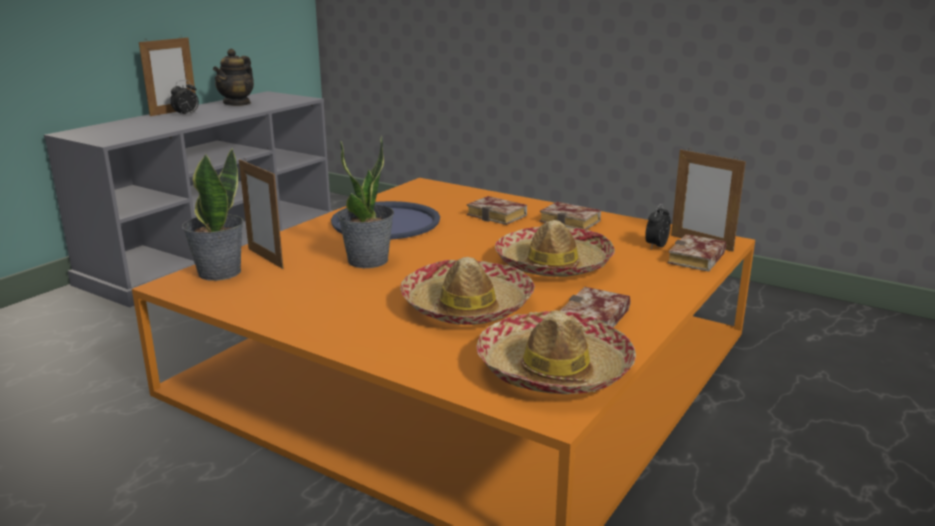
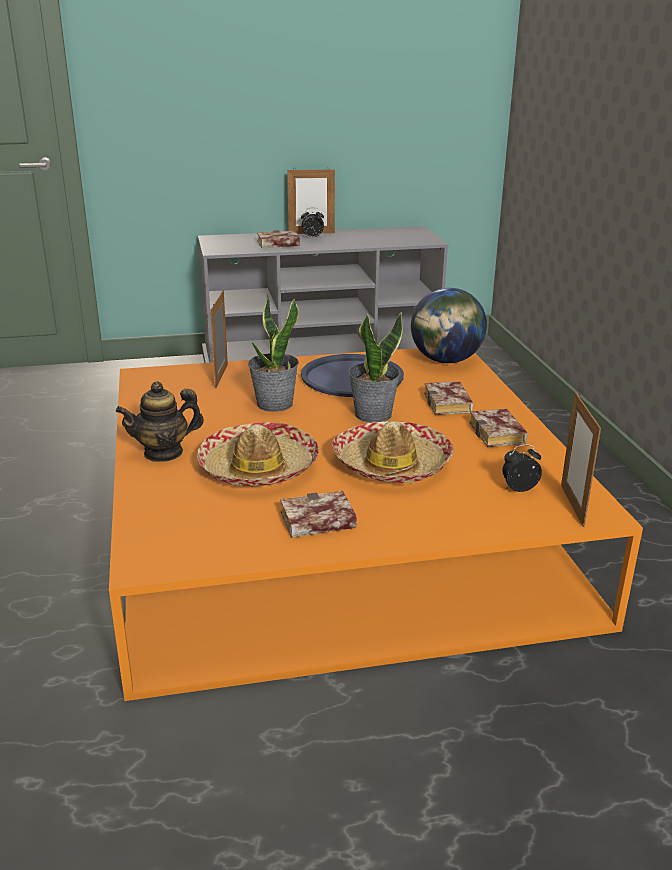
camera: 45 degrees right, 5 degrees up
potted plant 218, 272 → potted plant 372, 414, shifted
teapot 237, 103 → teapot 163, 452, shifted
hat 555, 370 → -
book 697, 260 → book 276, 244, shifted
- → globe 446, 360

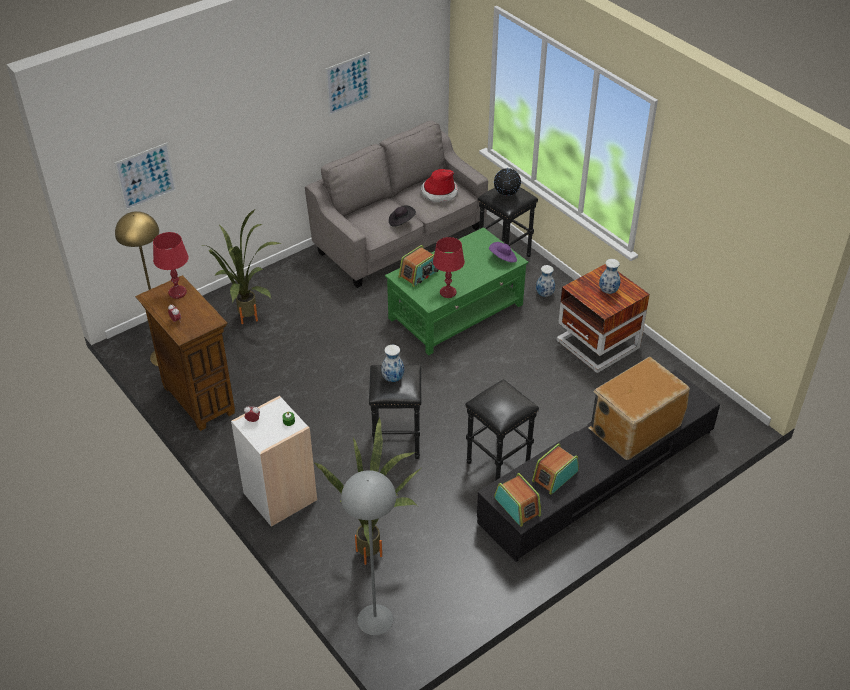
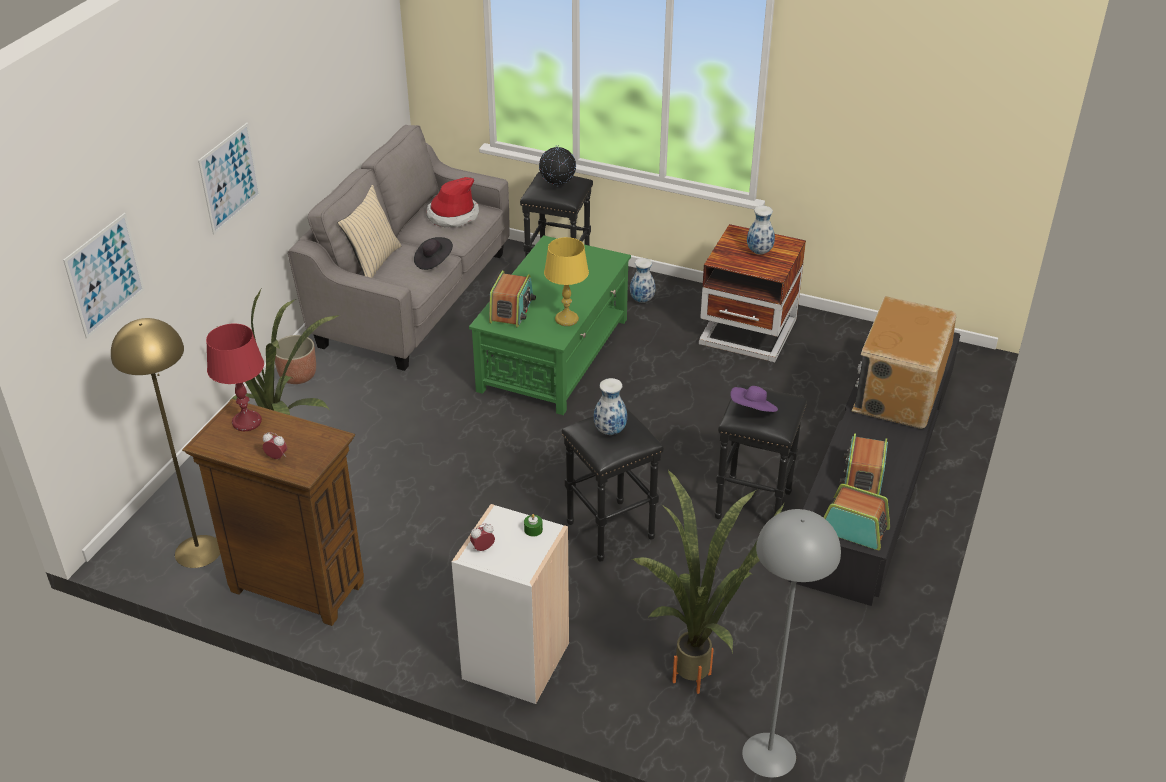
camera: 30 degrees left, 5 degrees down
picture 349, 84 → picture 229, 178, shifted
red table lamp 448, 293 → yellow table lamp 566, 319
purple hat 503, 258 → purple hat 753, 411, shifted
- → planter 298, 375
- → beige pillow 373, 263

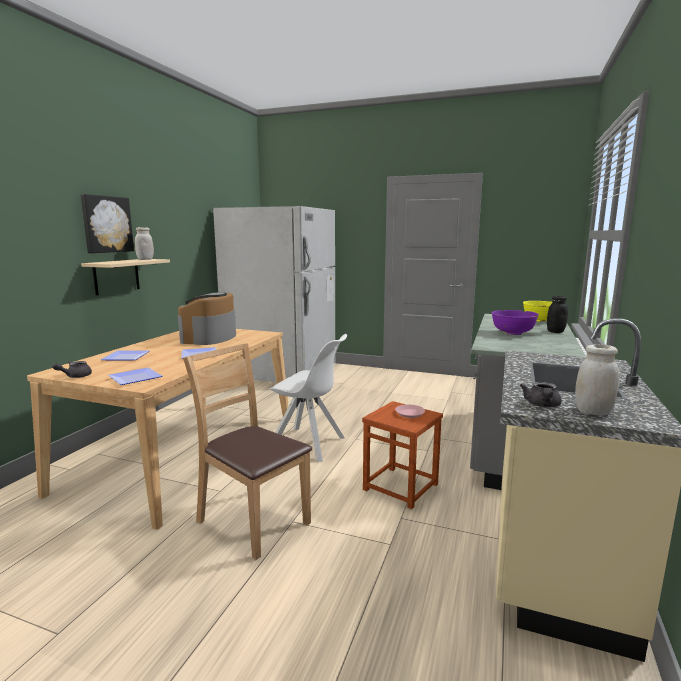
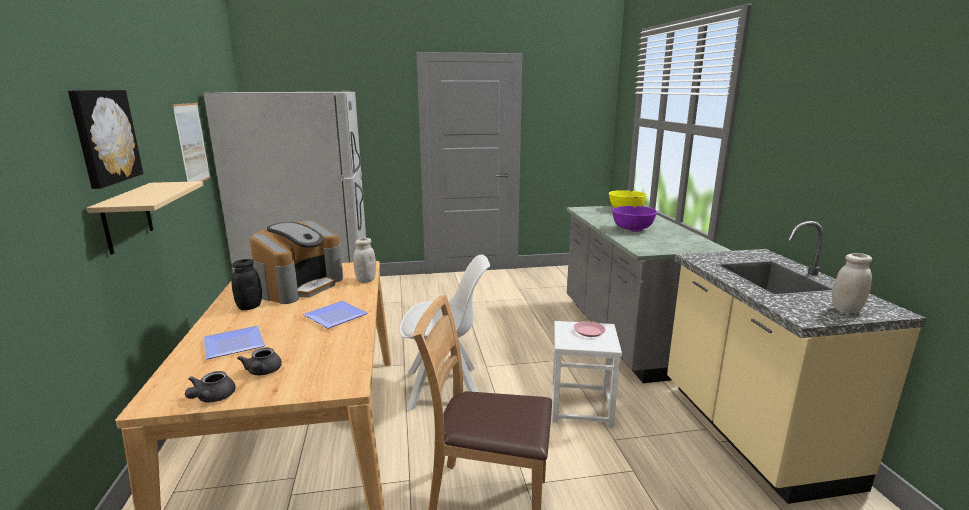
camera: 30 degrees left, 5 degrees up
plate 137, 378 → -
white jar 145, 259 → white jar 366, 280, shifted
coffee machine 210, 337 → coffee machine 300, 286, 135 degrees counterclockwise
brown stool 401, 487 → white stool 581, 406
grey teapot 542, 405 → grey teapot 263, 372, shifted
black jar 555, 332 → black jar 249, 307, shifted
- → picture 192, 144

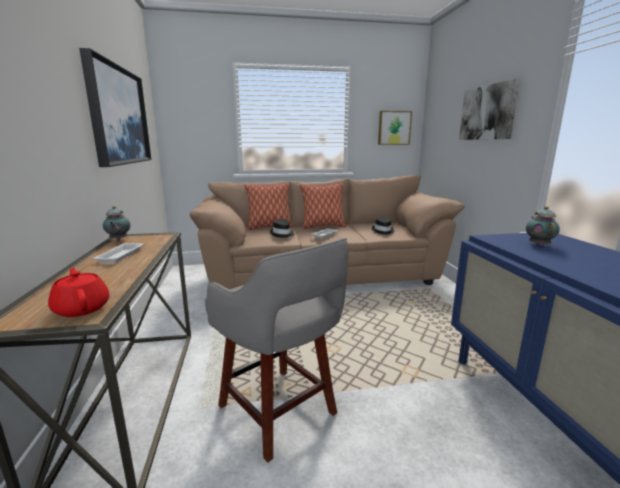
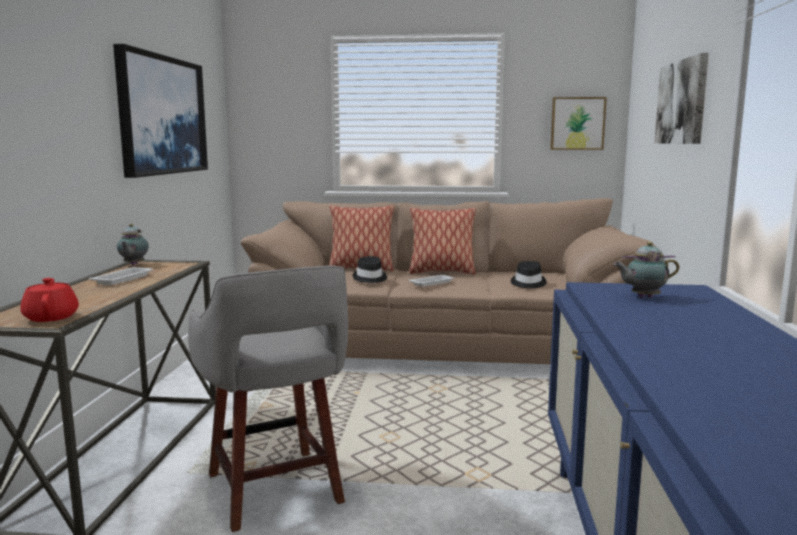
camera: 15 degrees right, 5 degrees down
teapot 538, 244 → teapot 643, 297, 120 degrees counterclockwise

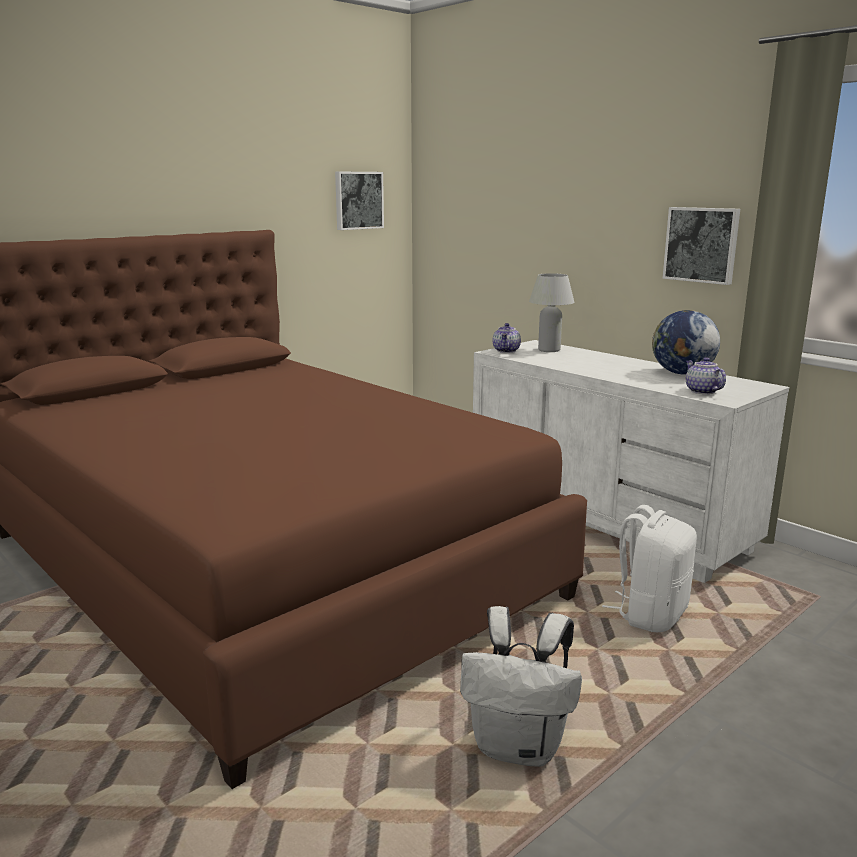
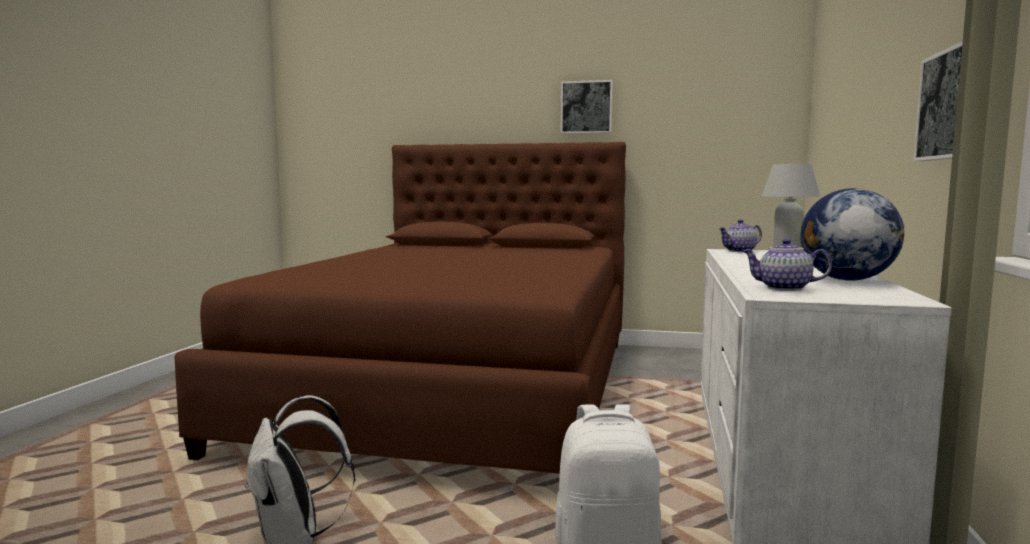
camera: 55 degrees right, 10 degrees down
picture 358, 200 → picture 586, 107, shifted
teapot 701, 391 → teapot 784, 288, 105 degrees counterclockwise

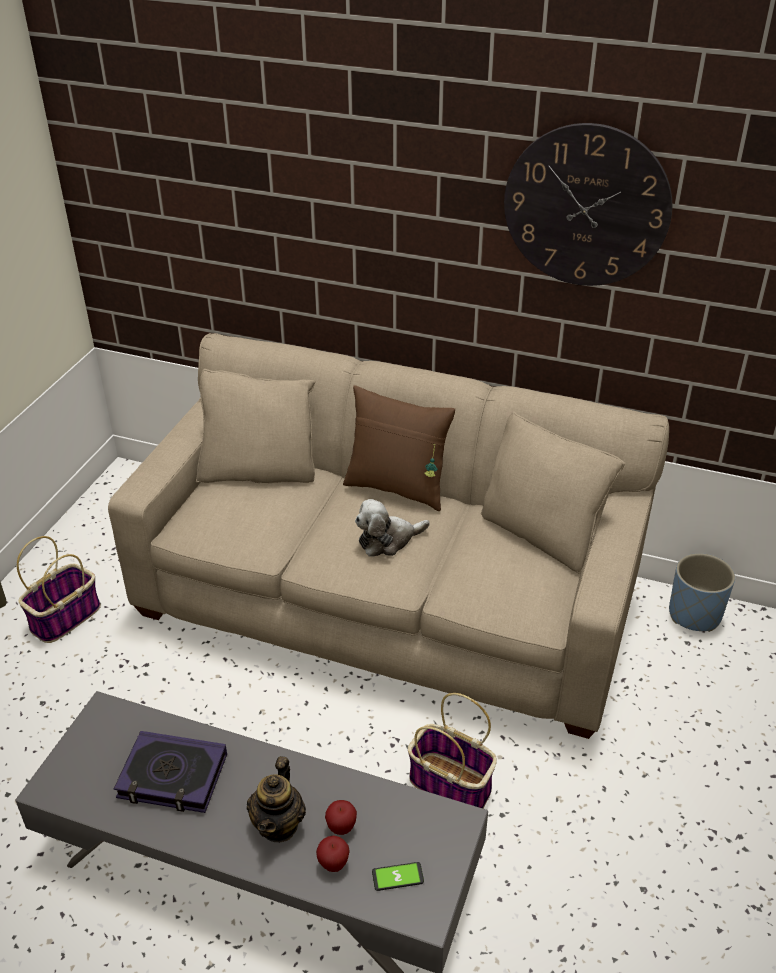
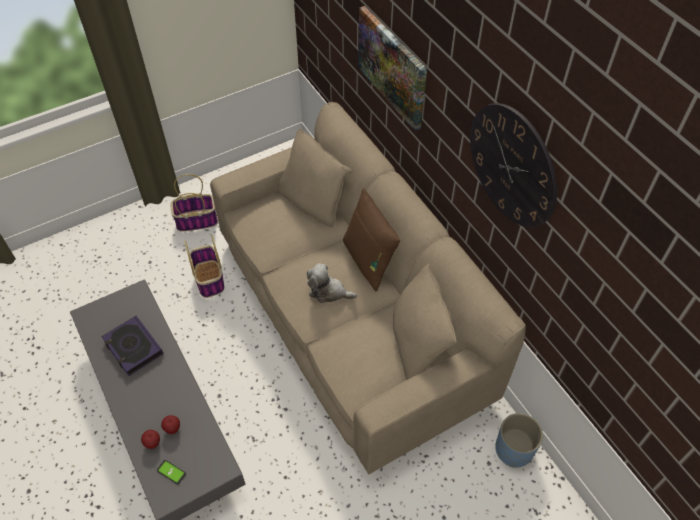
camera: 40 degrees right, 15 degrees up
teapot 279, 825 → -
basket 452, 784 → basket 209, 279, shifted
- → picture 392, 67

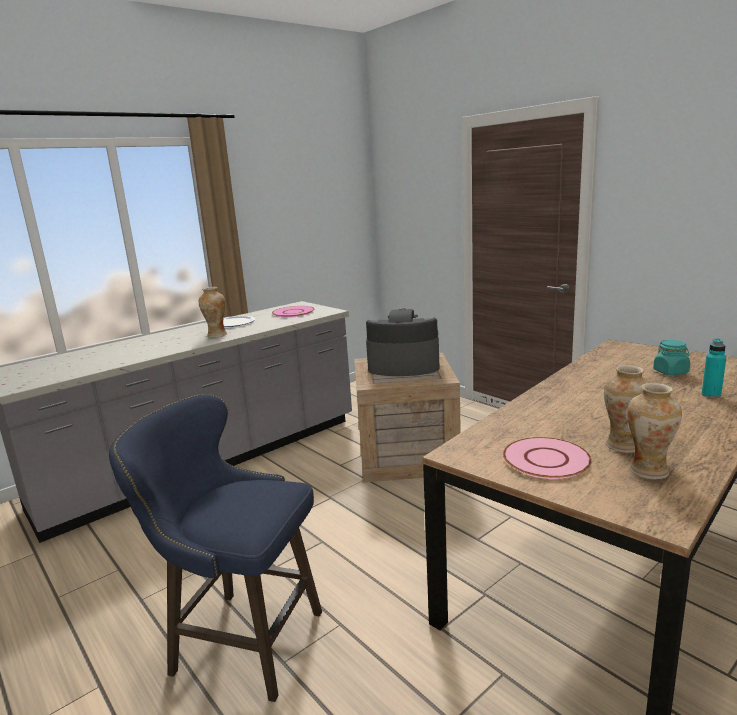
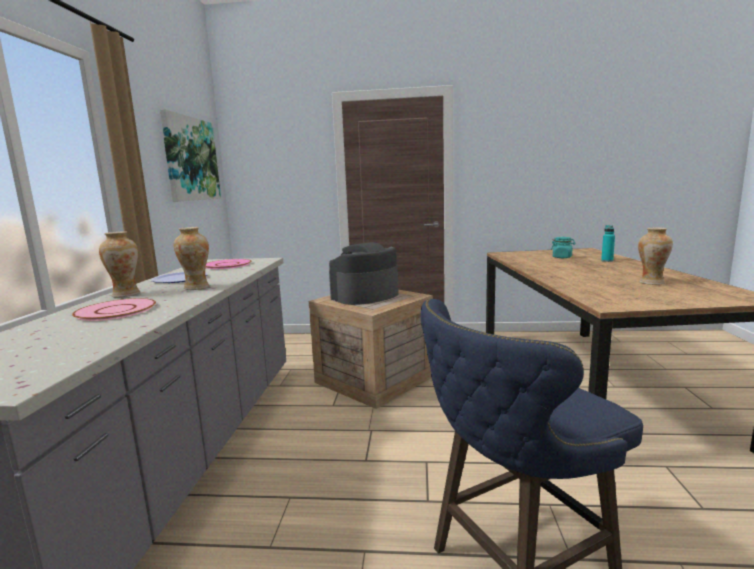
camera: 45 degrees left, 5 degrees down
pink plate 546, 459 → pink plate 116, 310, shifted
vase 648, 471 → vase 126, 294, shifted
- → picture 191, 159

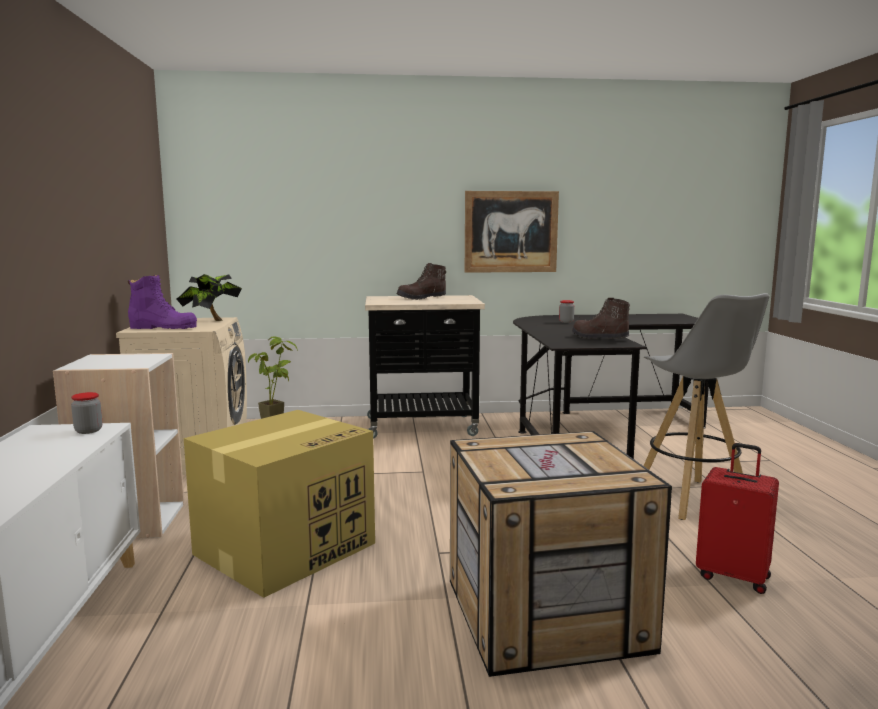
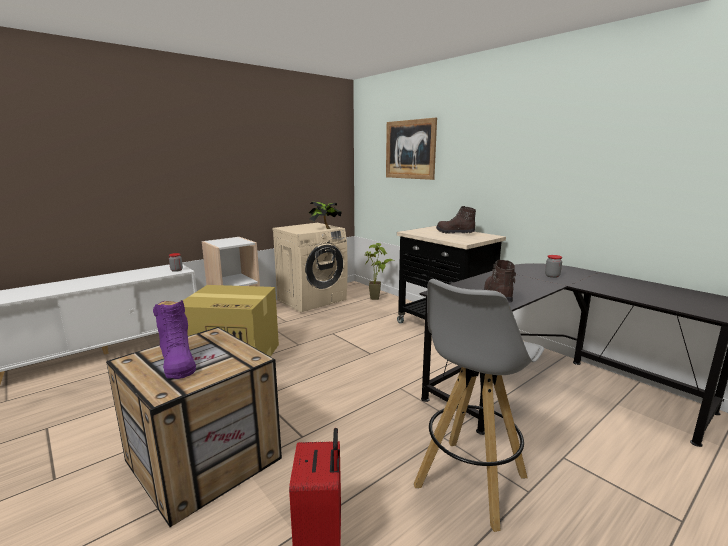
camera: 55 degrees right, 5 degrees up
purple boot 163, 327 → purple boot 177, 362, shifted
picture 511, 232 → picture 410, 149, shifted

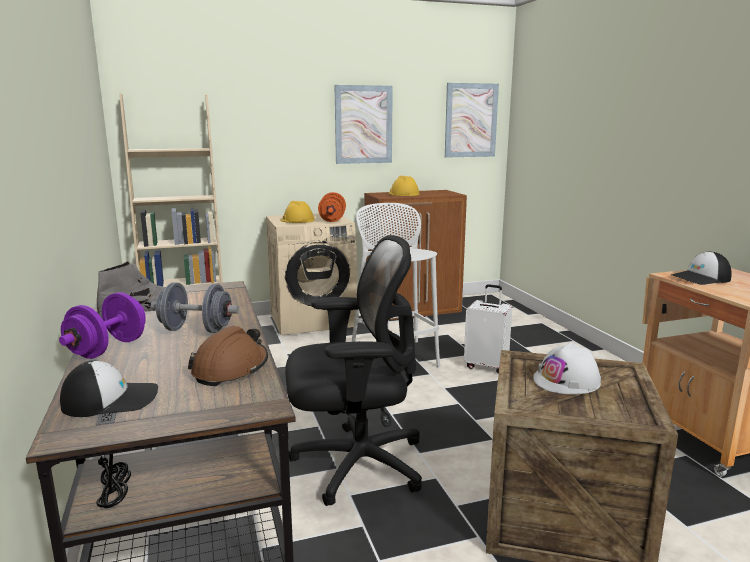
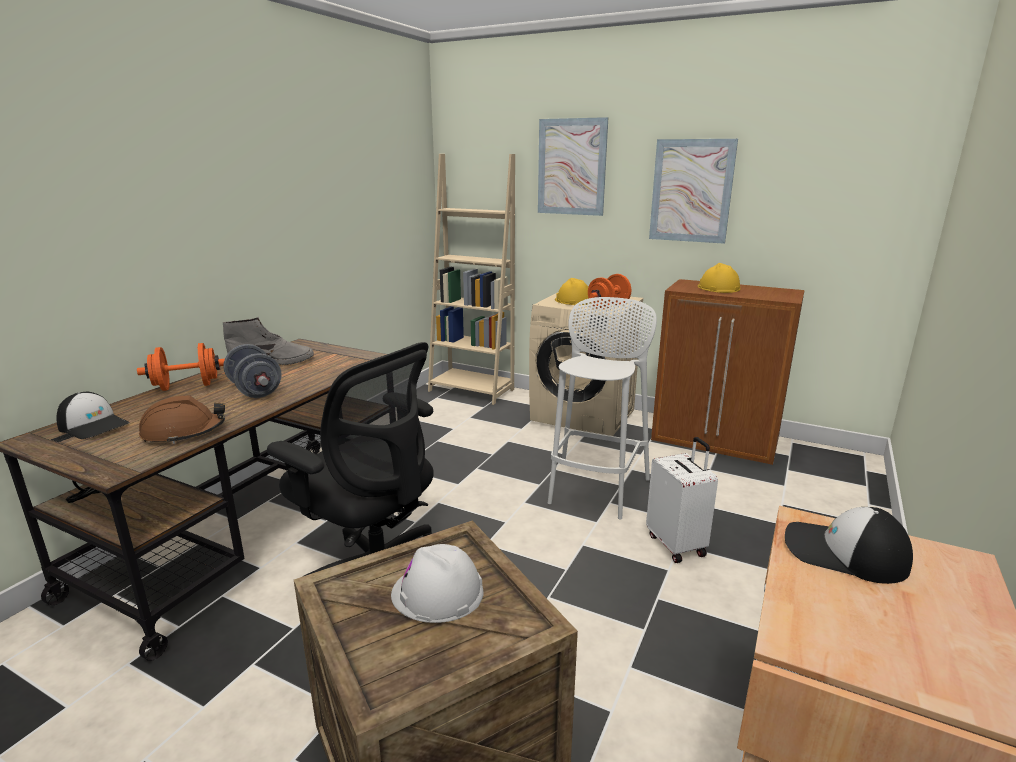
camera: 45 degrees right, 5 degrees up
purple dumbbell 108, 349 → orange dumbbell 187, 386
picture 471, 120 → picture 571, 167, shifted

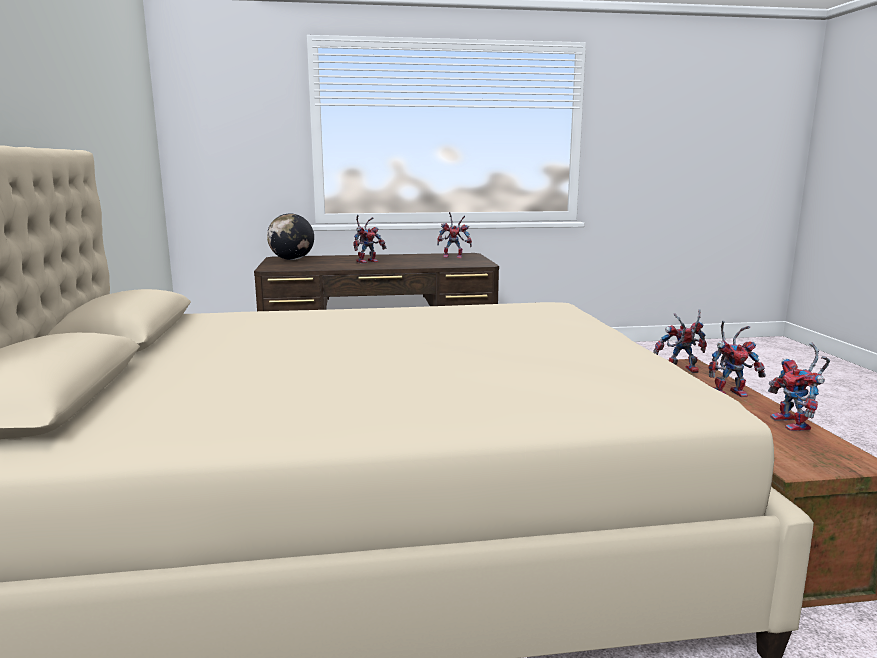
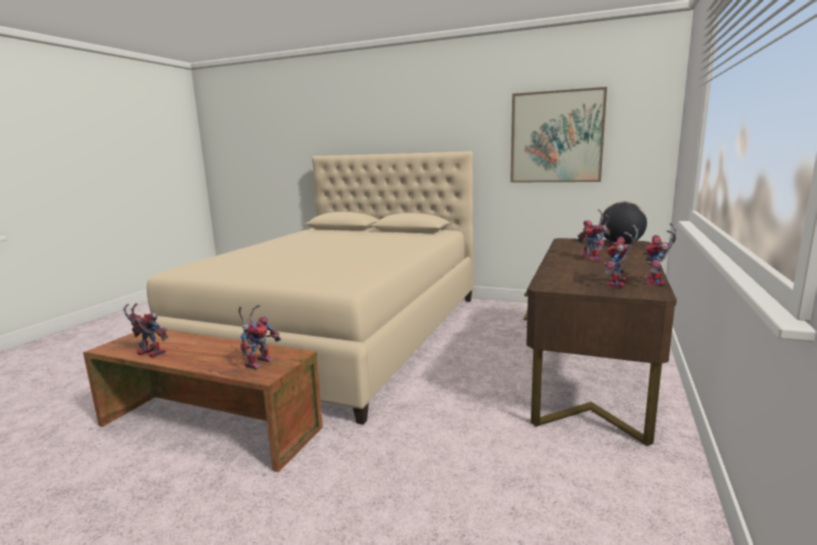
camera: 120 degrees right, 0 degrees up
toy robot 730, 393 → toy robot 656, 282, shifted
- → picture 556, 137

